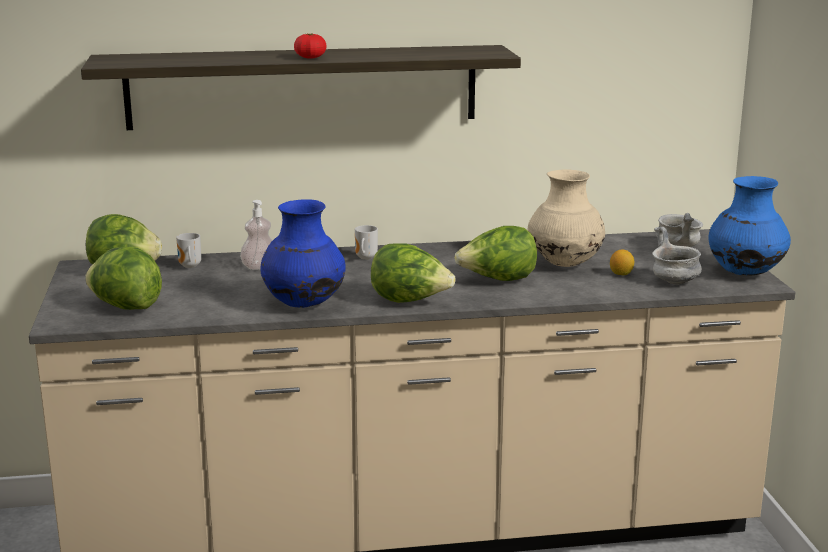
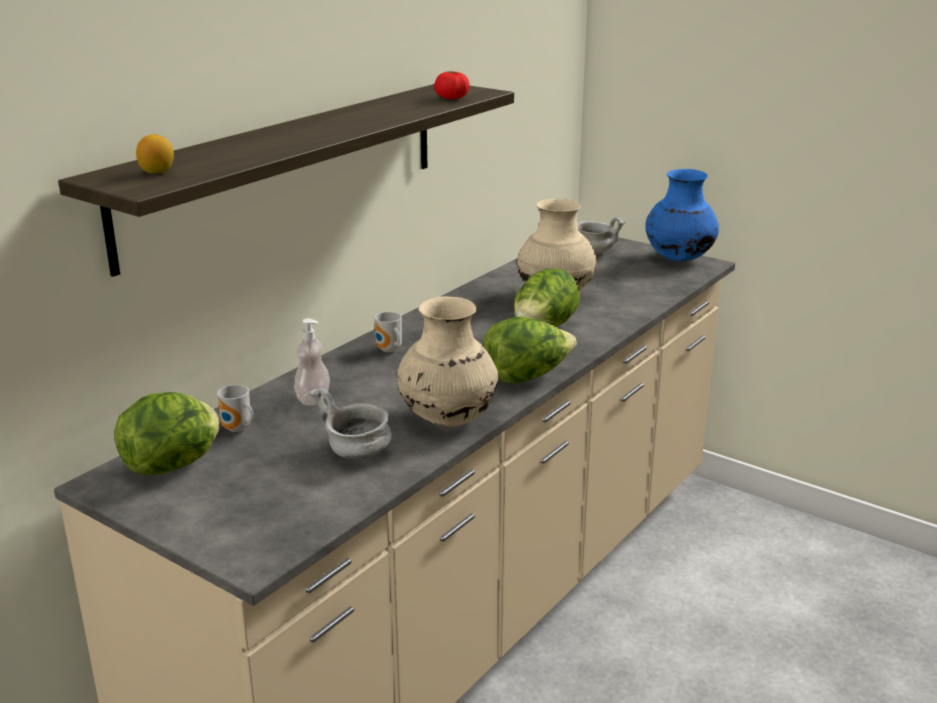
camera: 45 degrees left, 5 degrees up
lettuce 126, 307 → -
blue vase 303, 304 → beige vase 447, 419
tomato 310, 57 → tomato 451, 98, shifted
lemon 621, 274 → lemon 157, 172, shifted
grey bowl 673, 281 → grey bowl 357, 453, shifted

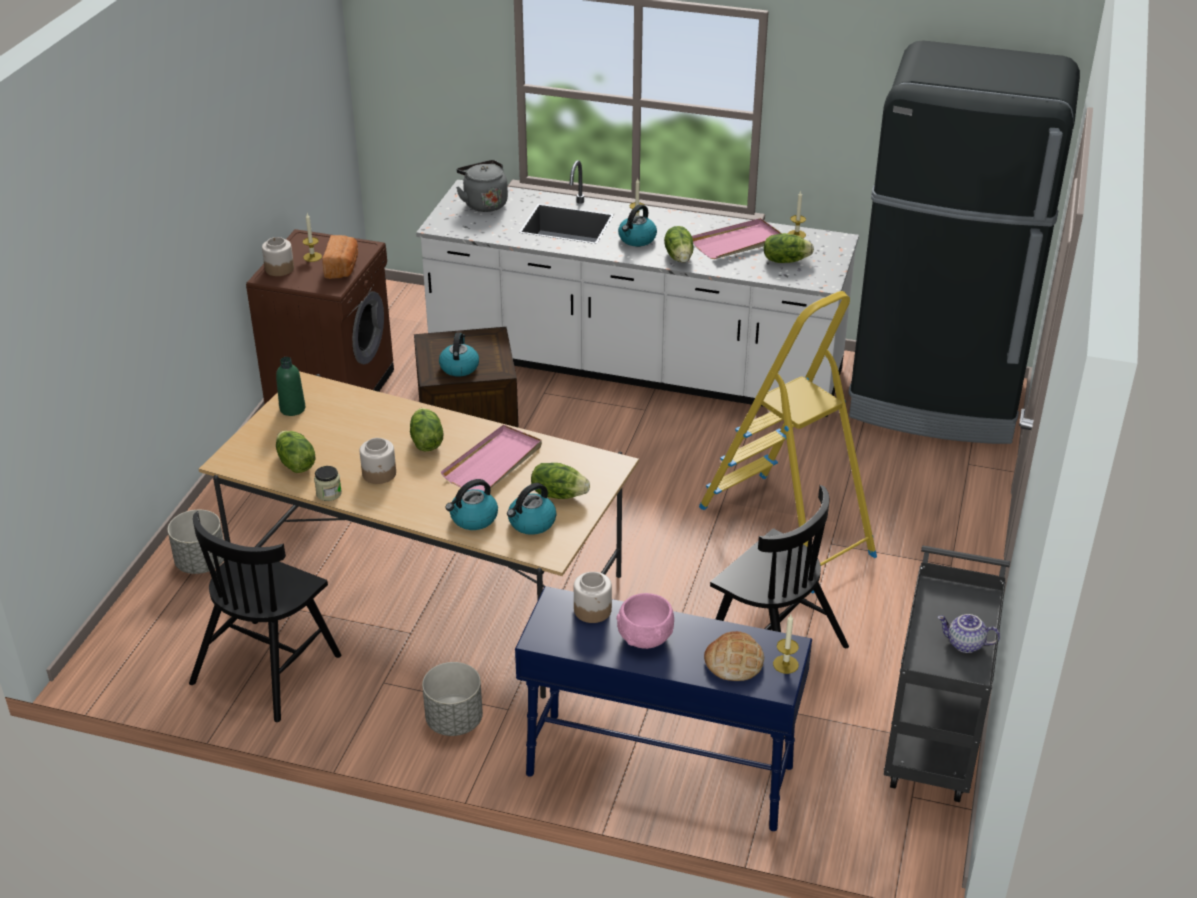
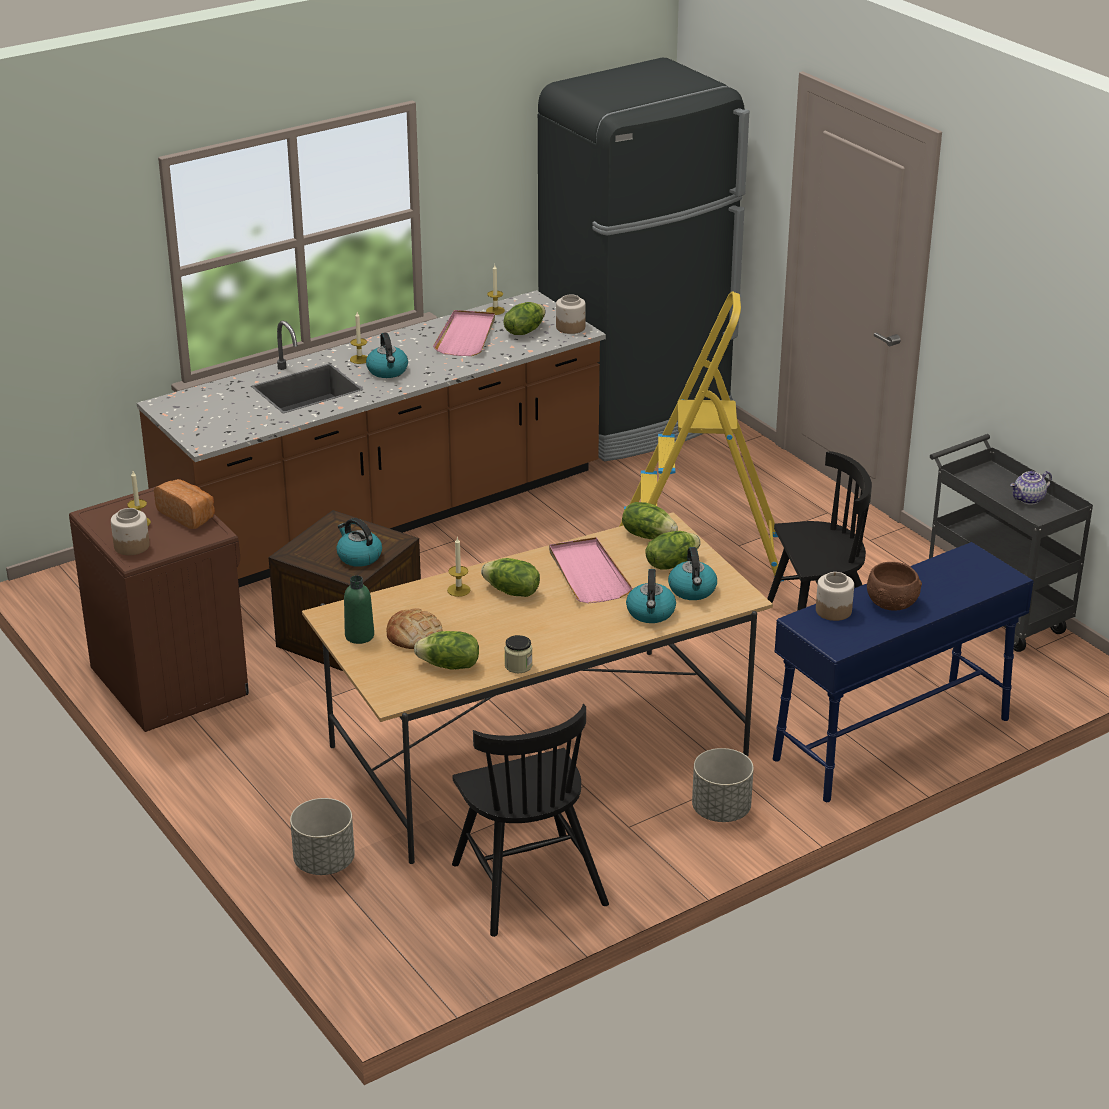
camera: 50 degrees left, 5 degrees down
jar 379, 474 → jar 571, 327, shifted
white counter 635, 365 → brown counter 385, 516
grey kettle 484, 203 → -
pink bowl 646, 637 → brown bowl 892, 603
lettuce 679, 257 → lettuce 648, 535, shifted
bread 734, 661 → bread 414, 635, shifted
candle 785, 664 → candle 458, 590, shifted

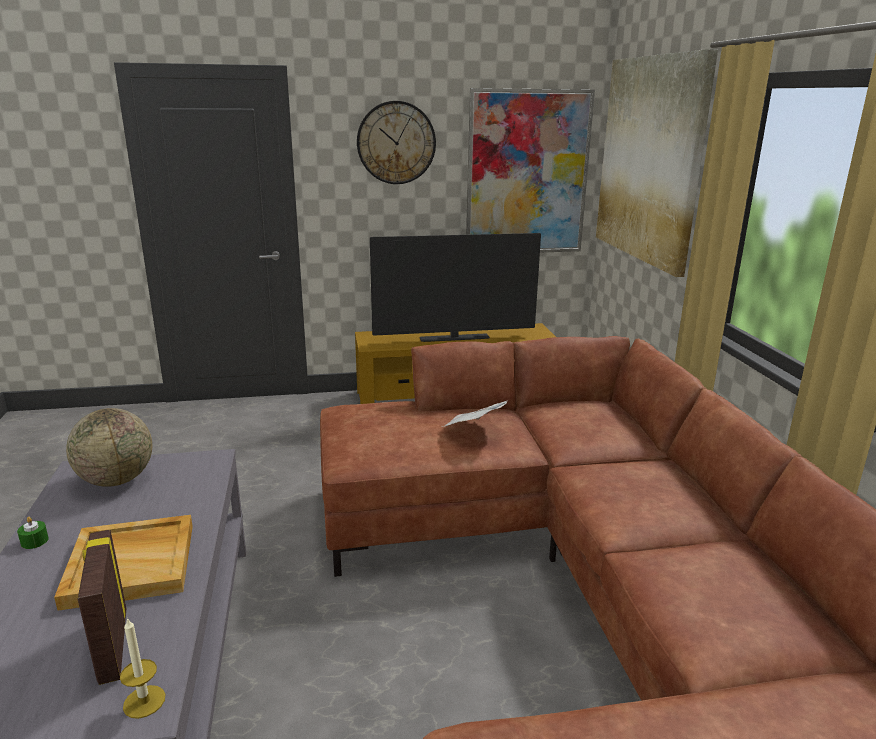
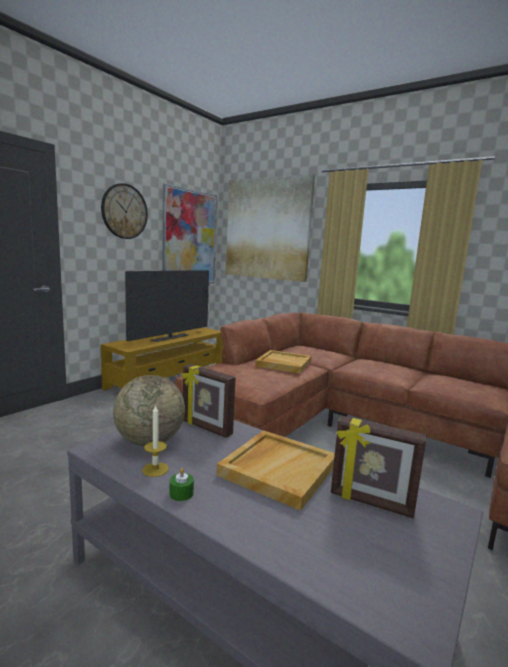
camera: 45 degrees left, 10 degrees down
candle 144, 701 → candle 155, 469, shifted
newspaper 474, 430 → beige tray 283, 364
- → picture frame 206, 428

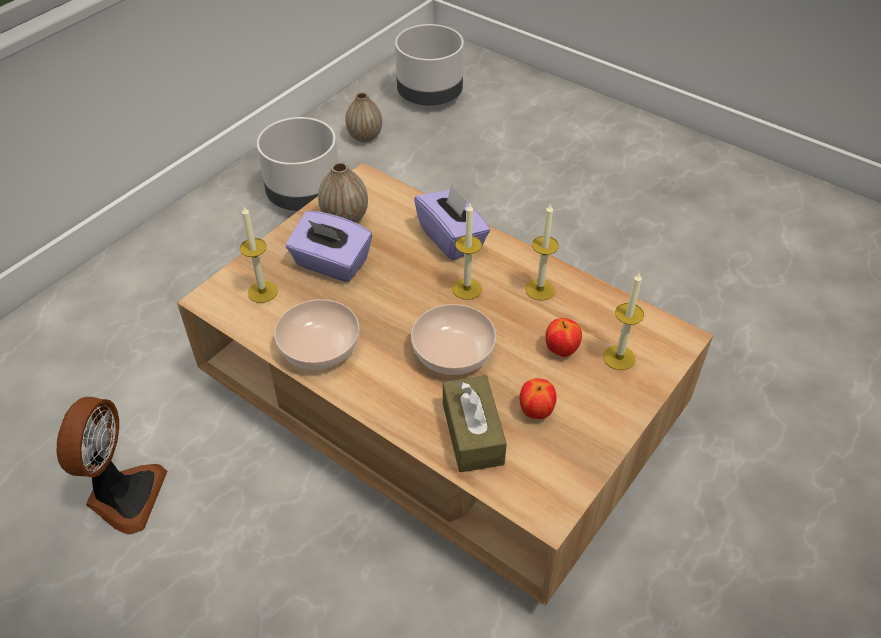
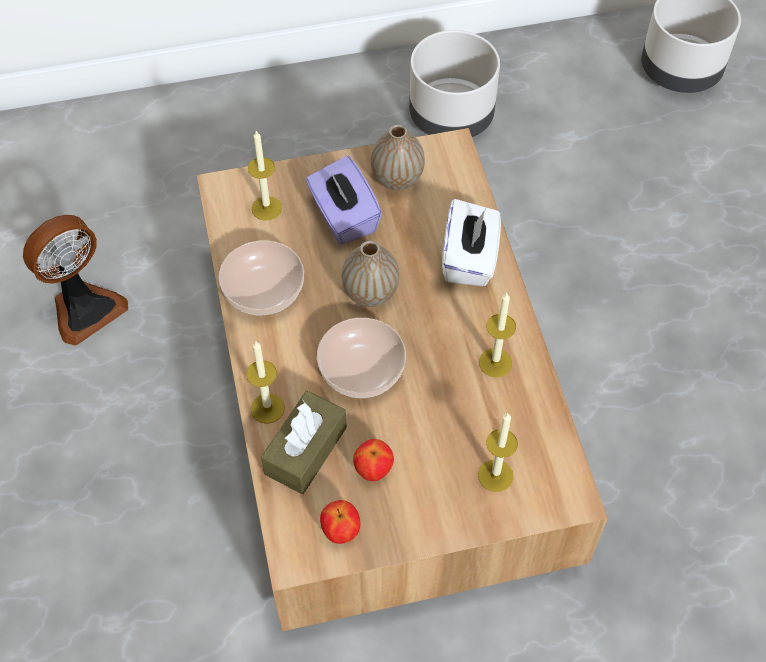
camera: 40 degrees right, 10 degrees up
vase 365, 137 → vase 370, 293, shifted
purple tissue box 452, 238 → white tissue box 469, 259
candle 467, 289 → candle 267, 408, shifted
apple 561, 350 → apple 341, 531, shifted

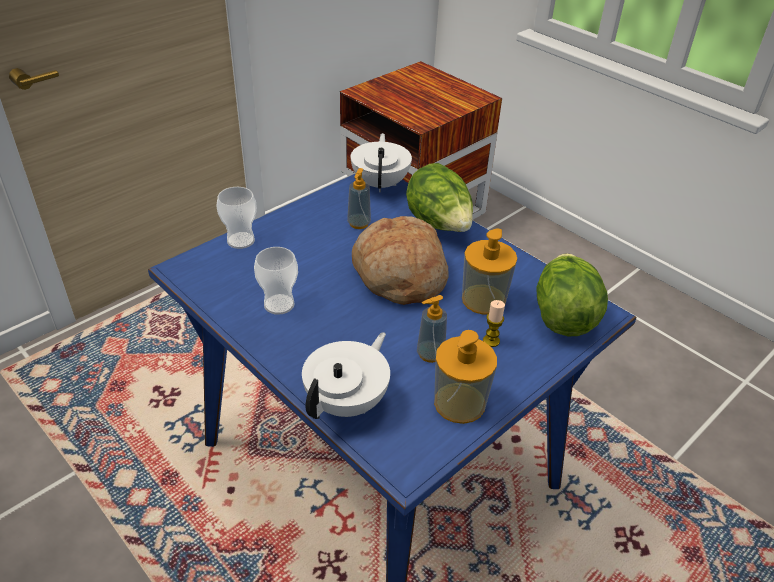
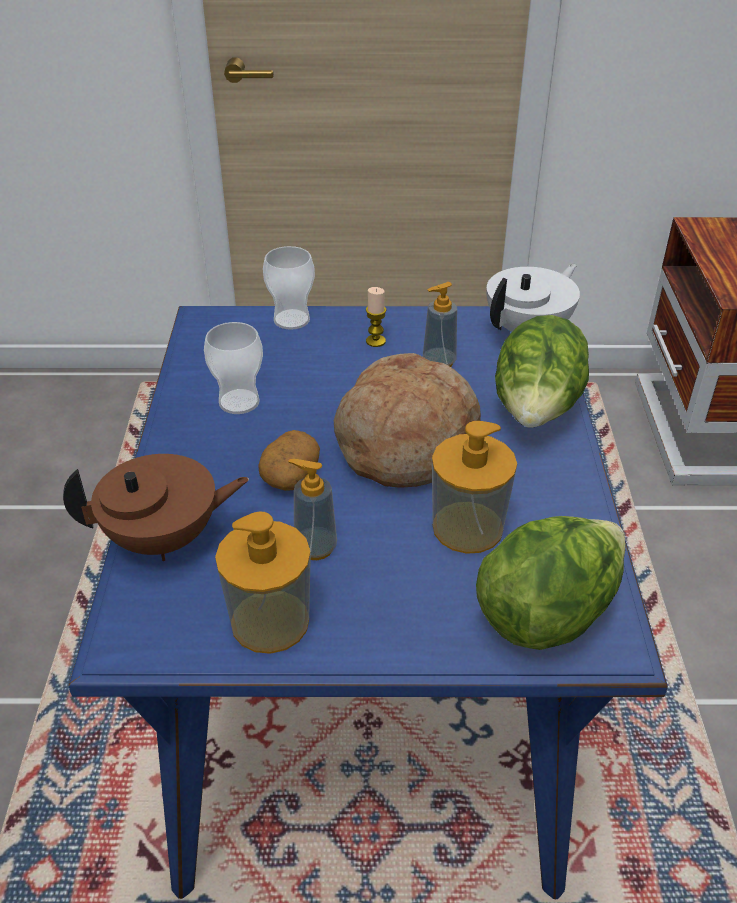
camera: 45 degrees right, 0 degrees up
white teapot 348, 402 → brown teapot 165, 538
candle 491, 341 → candle 375, 341, shifted
- → potato 290, 474

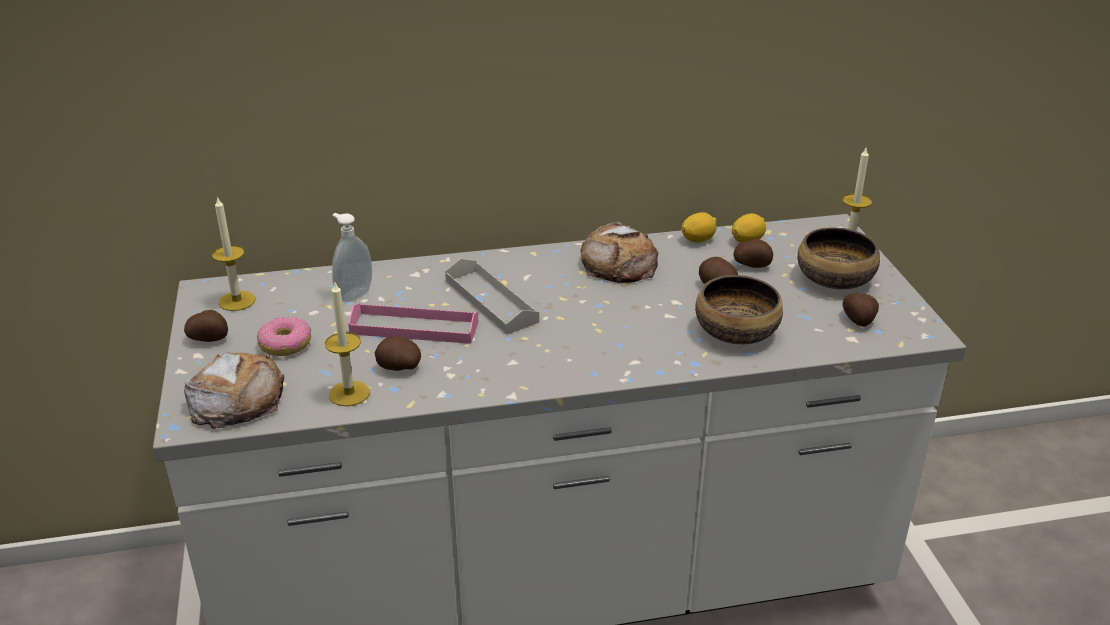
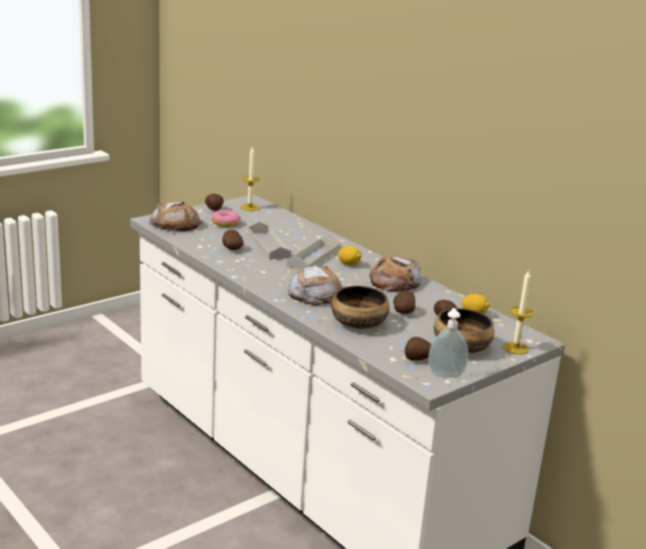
camera: 60 degrees right, 10 degrees down
candle 349, 393 → -
soap dispenser 353, 294 → soap dispenser 445, 374, shifted
pink tray 414, 328 → grey tray 268, 245
lemon 698, 240 → lemon 349, 264, shifted
- → bread 314, 293

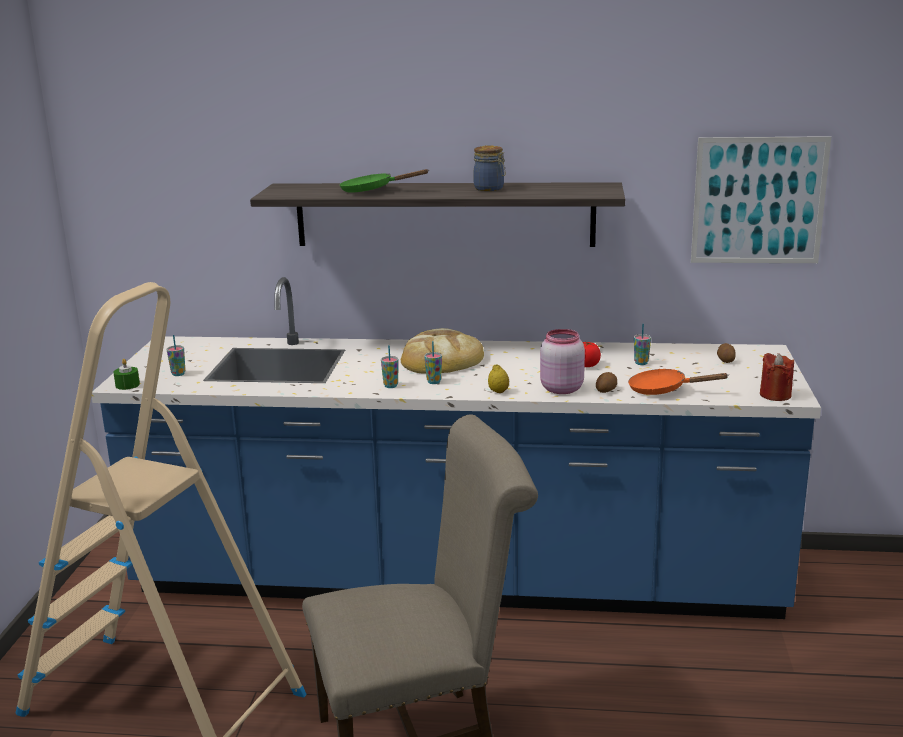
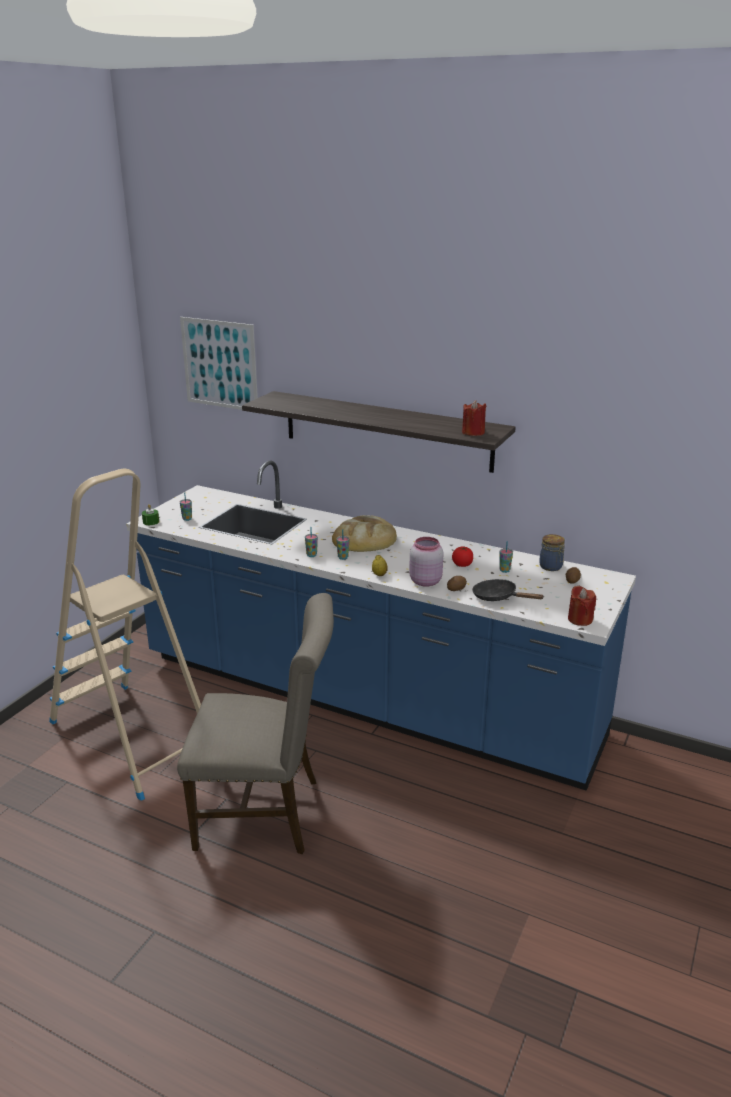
camera: 20 degrees right, 5 degrees up
green frying pan 372, 190 → -
jar 490, 189 → jar 551, 567, shifted
orange frying pan 663, 390 → black frying pan 498, 597
picture 758, 201 → picture 219, 364, shifted
- → red candle 473, 432

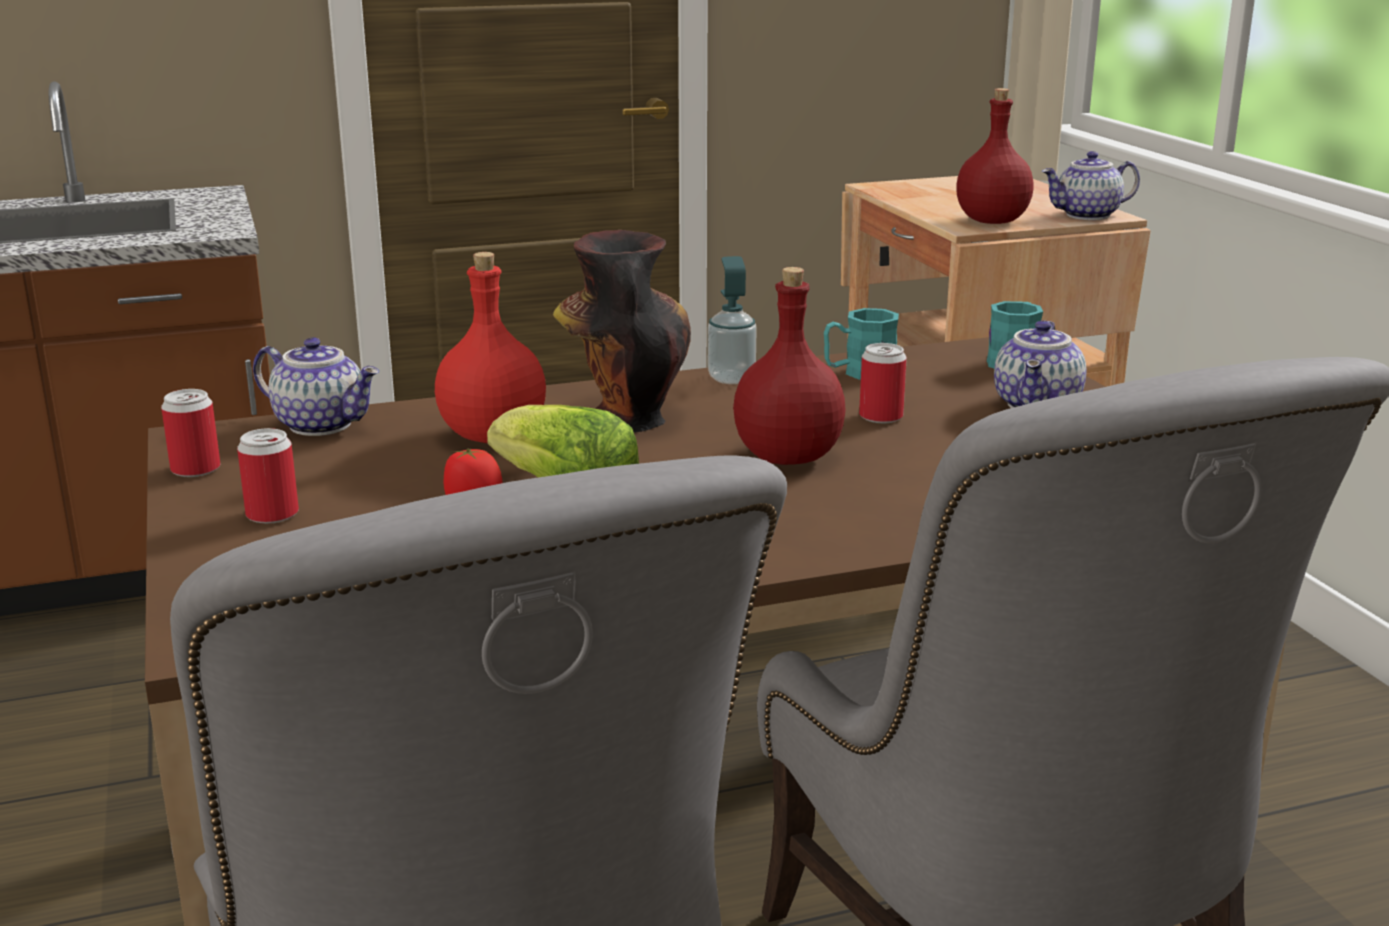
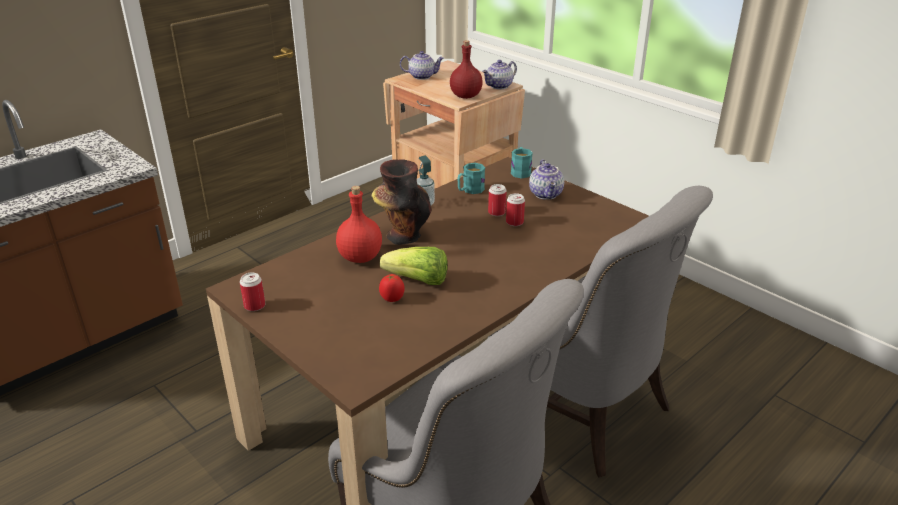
camera: 25 degrees left, 10 degrees up
can 272, 515 → can 514, 222, shifted
teapot 323, 424 → teapot 422, 76, shifted
red bottle 787, 458 → -

